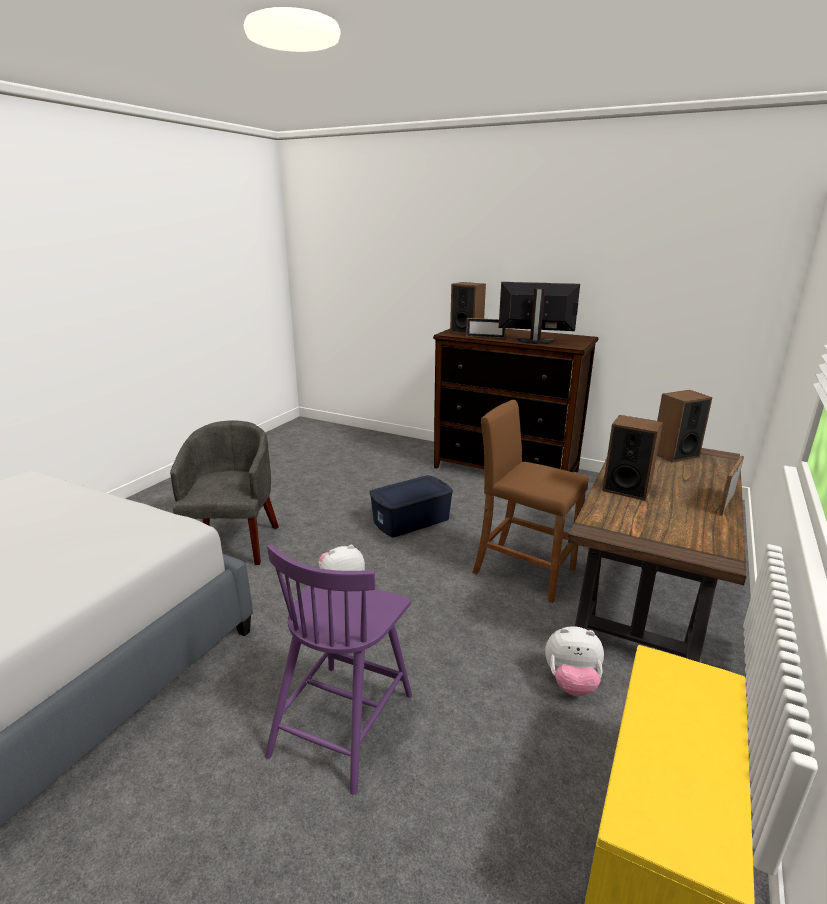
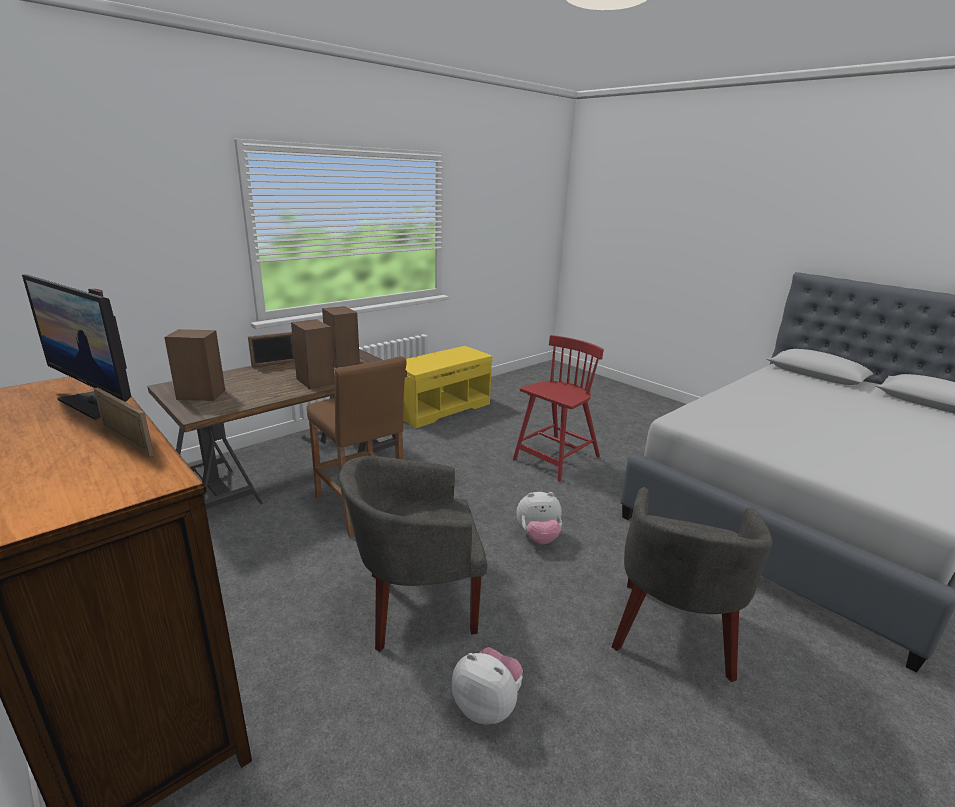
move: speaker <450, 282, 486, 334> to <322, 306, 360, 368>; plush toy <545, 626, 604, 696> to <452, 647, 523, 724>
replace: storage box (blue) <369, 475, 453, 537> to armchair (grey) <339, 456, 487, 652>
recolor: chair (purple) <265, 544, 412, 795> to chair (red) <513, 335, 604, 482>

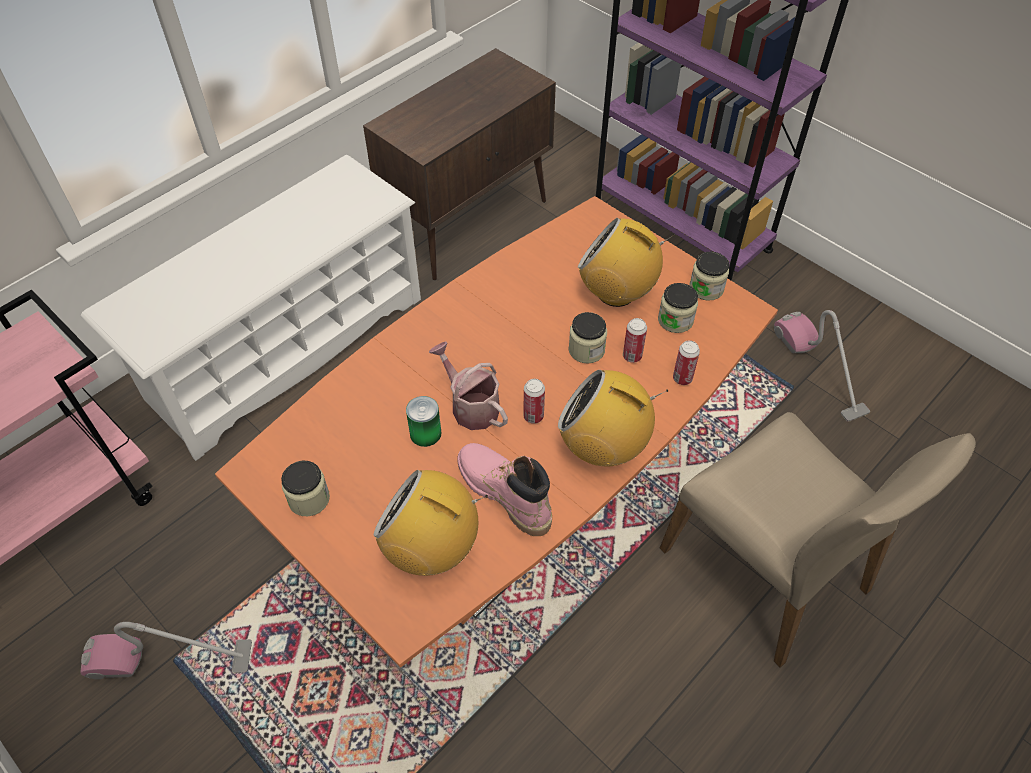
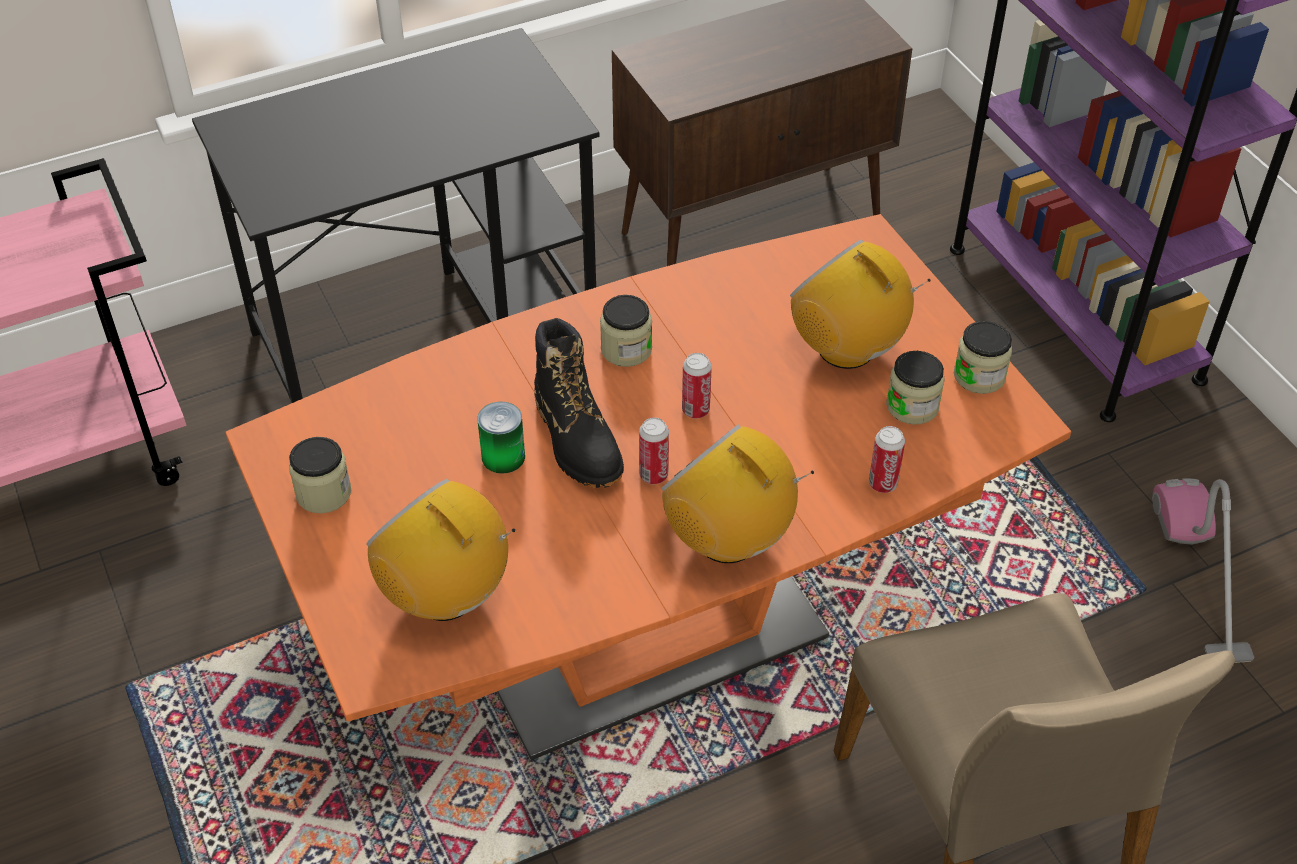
delete: vacuum cleaner <80, 622, 252, 679>; boot (pink) <457, 443, 552, 536>
move: jar <568, 312, 607, 364> to <600, 295, 652, 367>; can <623, 318, 647, 363> to <682, 353, 712, 418>
replace: shoe rack (white) <81, 155, 421, 461> to desk (black) <192, 28, 599, 403>; watering can <429, 342, 508, 430> to boot (black) <534, 318, 624, 488>

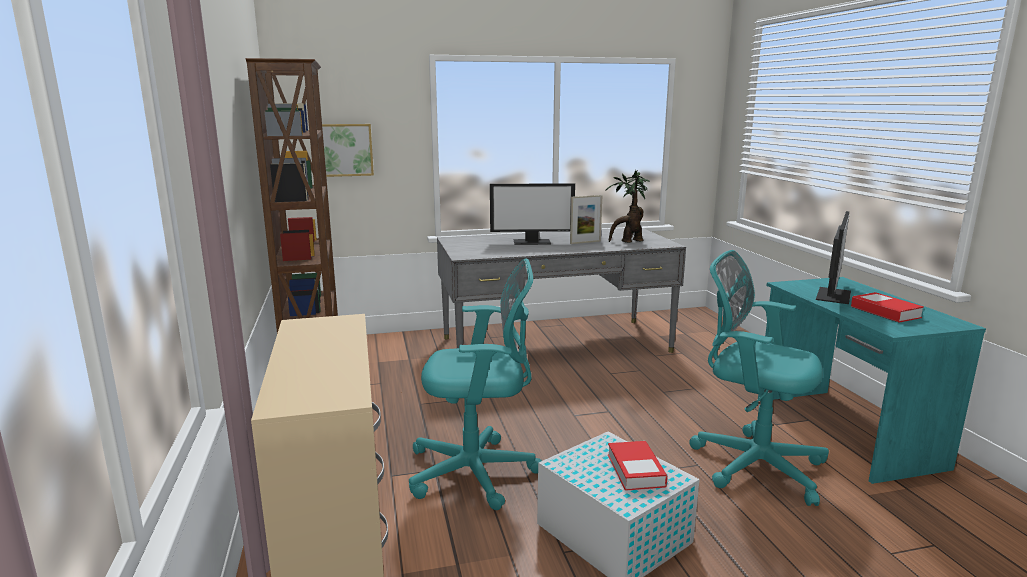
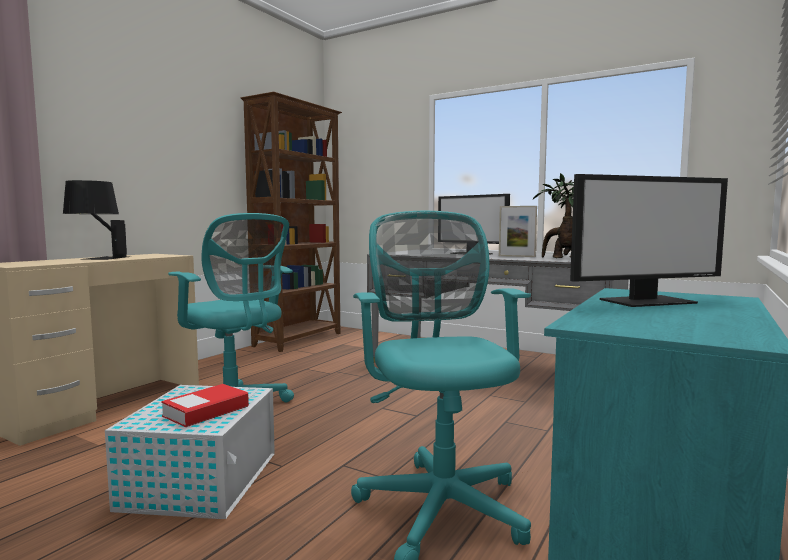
delete: picture <322, 124, 374, 177>; book <851, 292, 924, 323>
insert: table lamp (black) <63, 180, 131, 260>

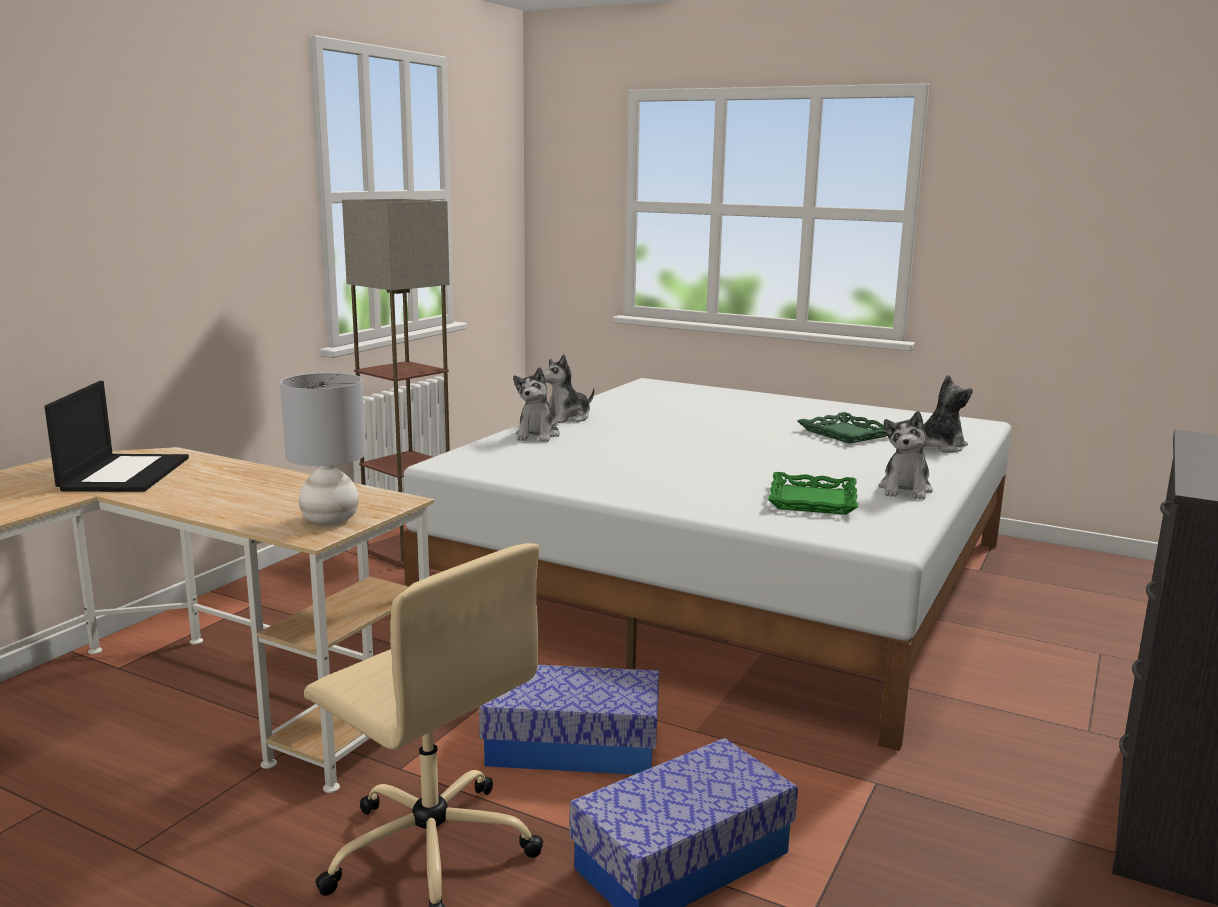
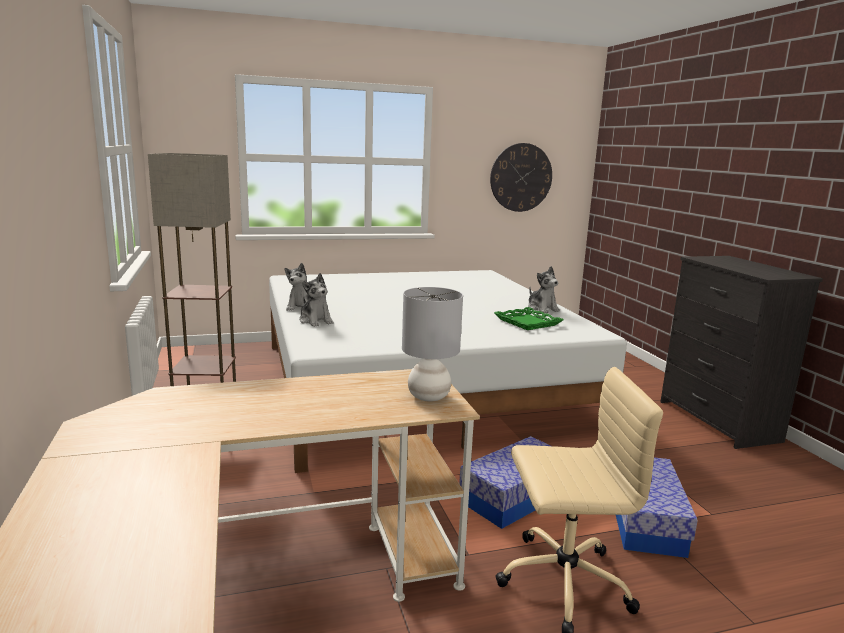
delete: laptop <44, 381, 189, 492>; tray (green) <797, 412, 887, 444>; plush toy <923, 375, 973, 452>
insert: wall clock <490, 143, 552, 212>

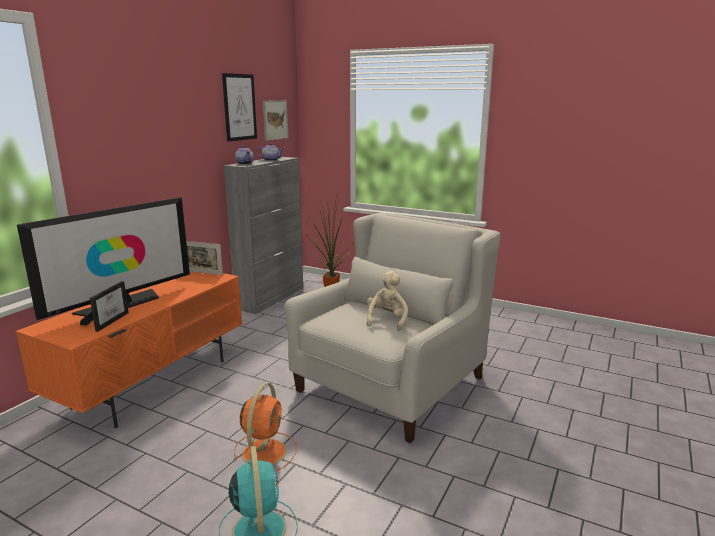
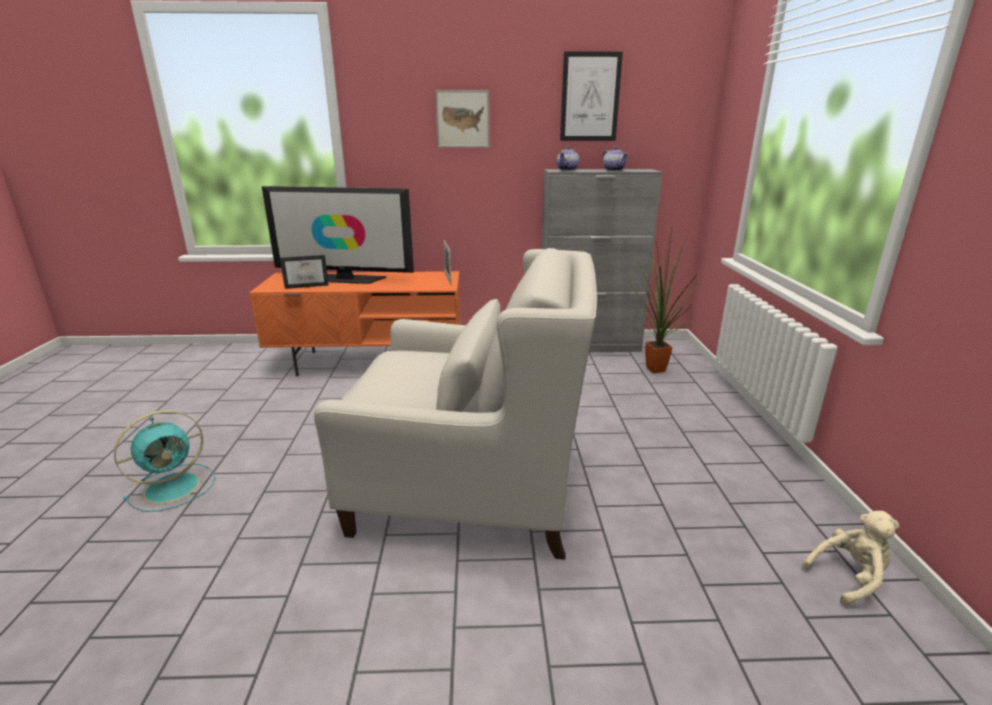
delete: fan (orange) <234, 383, 297, 471>
move: picture <263, 100, 288, 141> to <436, 90, 489, 147>; plush toy (beige) <367, 271, 408, 331> to <802, 511, 899, 606>

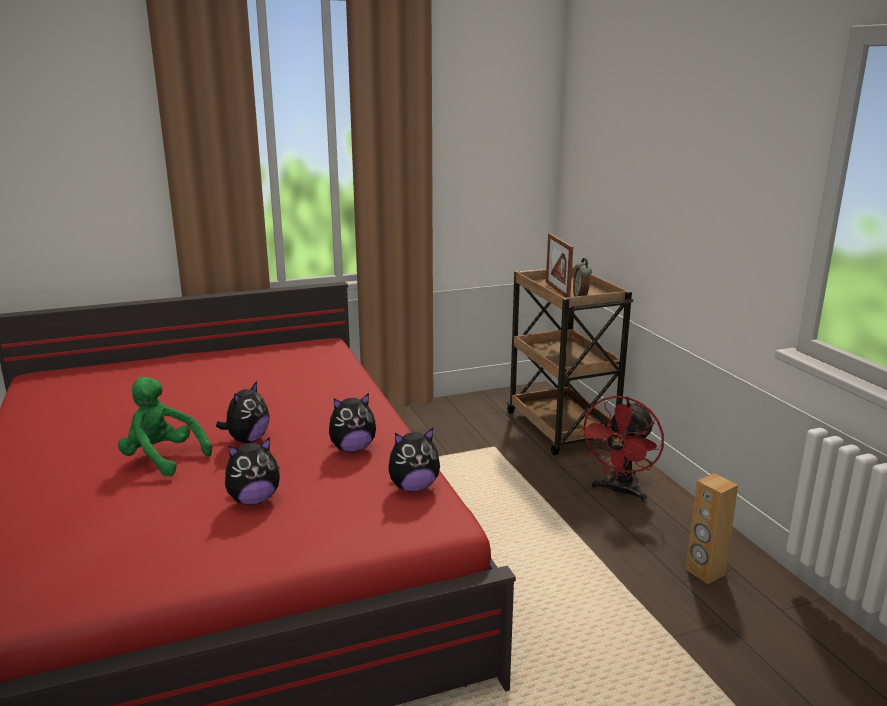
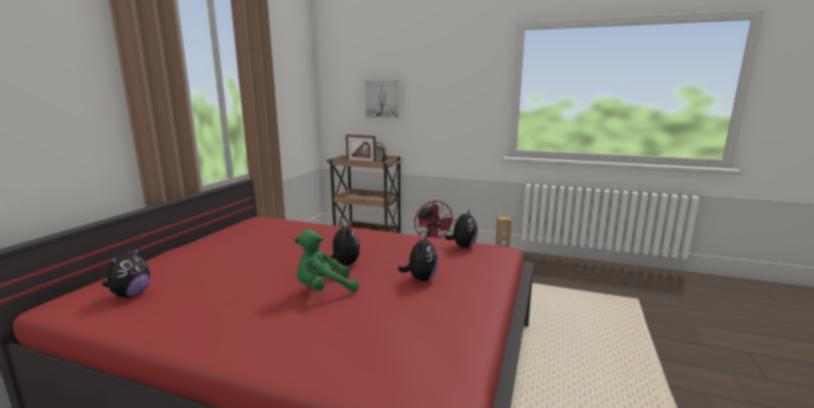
insert: picture <364, 80, 401, 119>
move: plush toy <329, 393, 376, 452> to <102, 246, 150, 298>

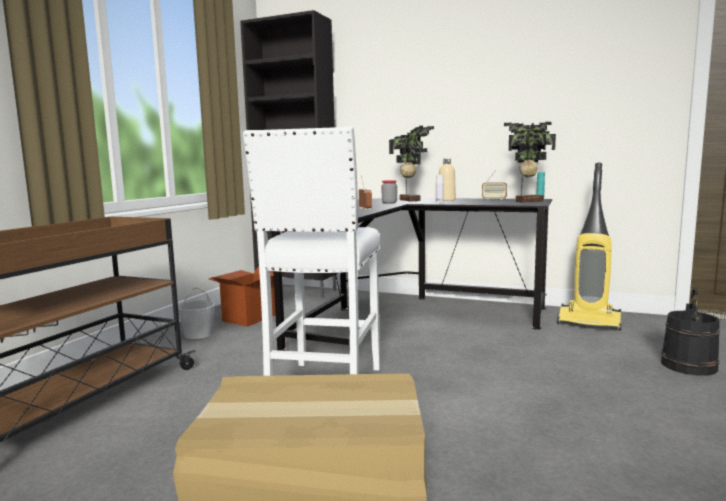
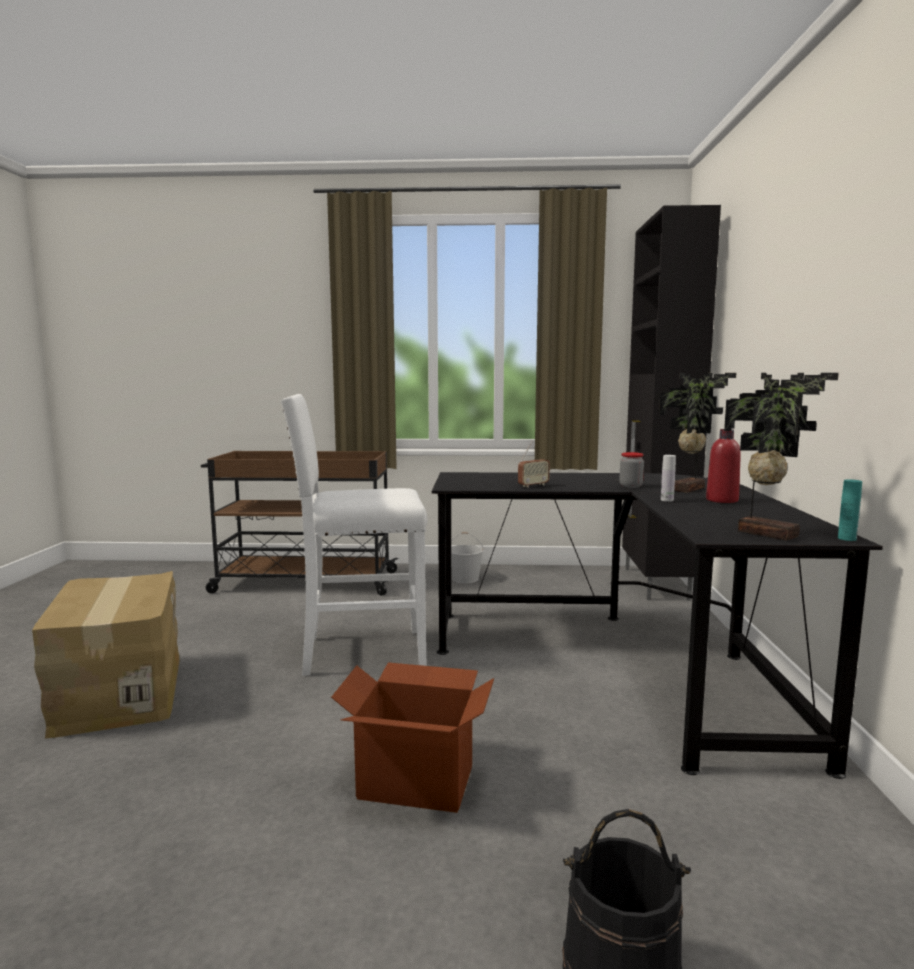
delete: radio <482, 170, 507, 200>; vacuum cleaner <557, 163, 622, 330>
move: cardboard box <208, 266, 286, 327> to <331, 662, 494, 813>
recolor: bottle (beige) <439, 159, 456, 201> to bottle (red) <706, 429, 741, 503>

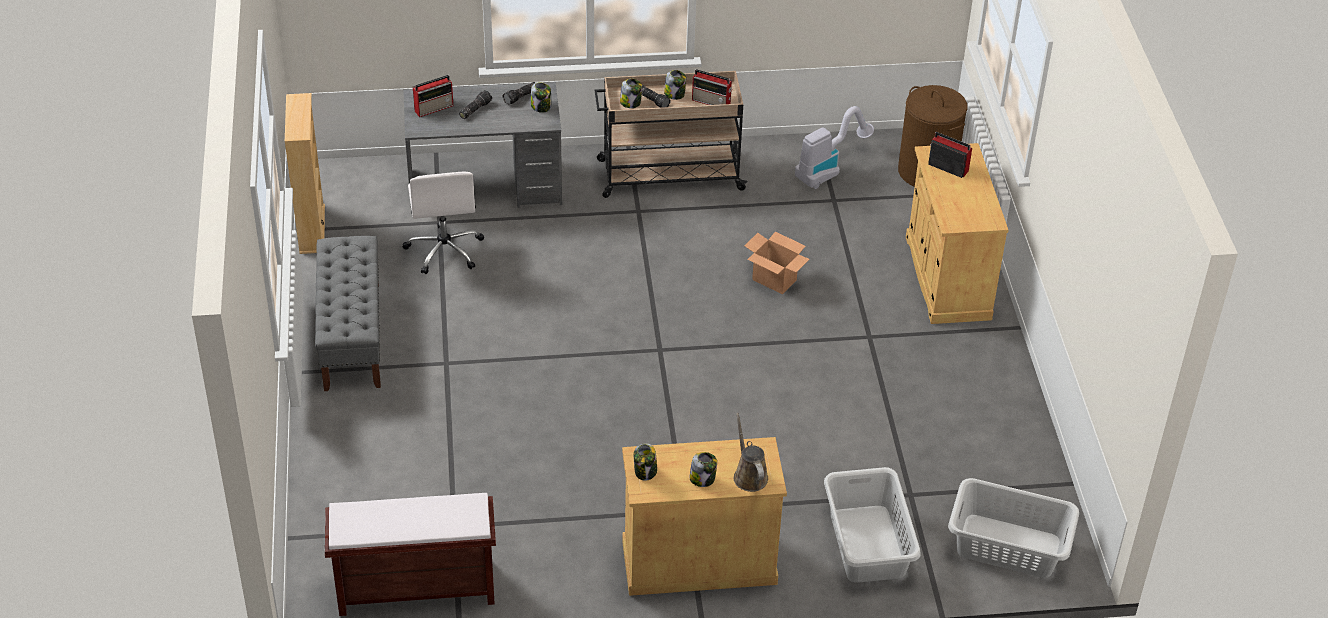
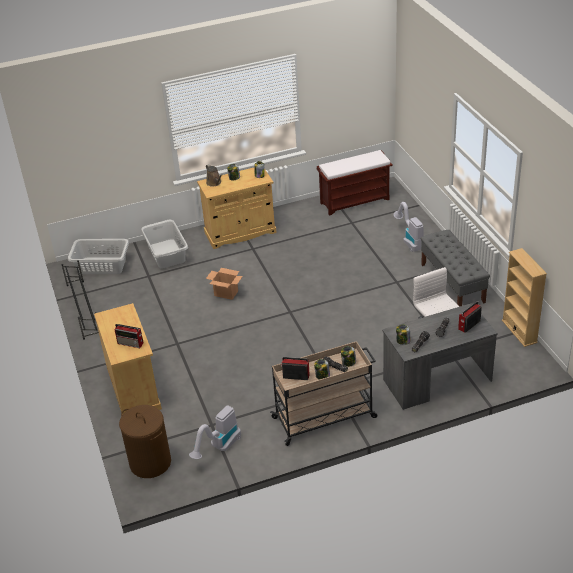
insert: shoe rack (black) <62, 260, 99, 340>; vacuum cleaner <394, 202, 424, 252>
move: cardboard box <744, 232, 809, 294> to <206, 268, 243, 300>

